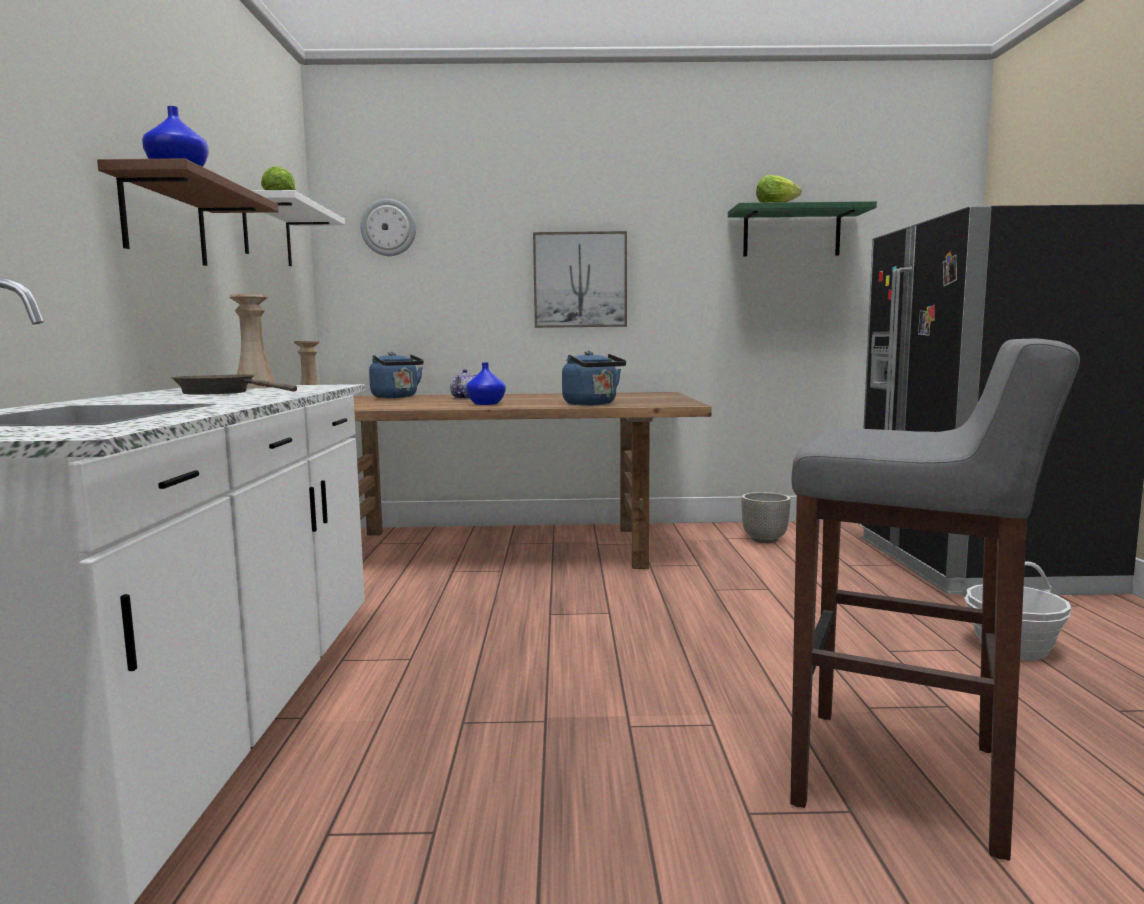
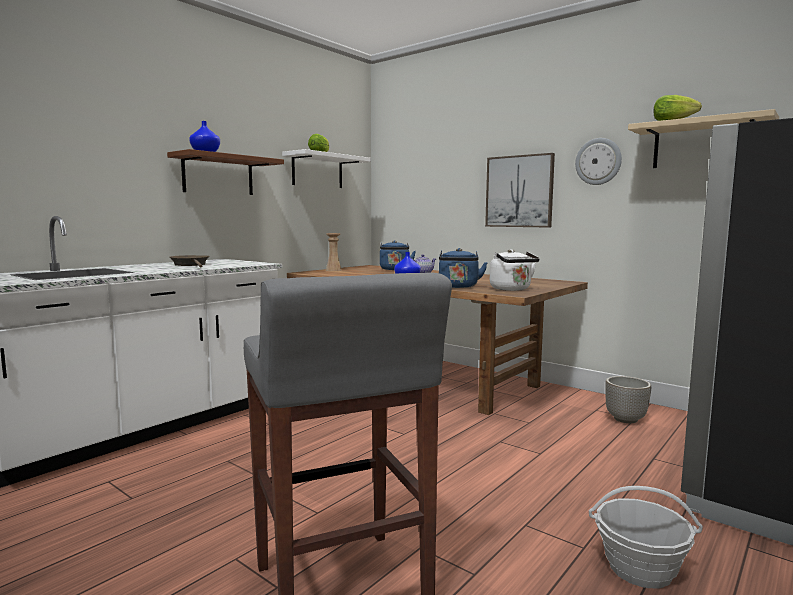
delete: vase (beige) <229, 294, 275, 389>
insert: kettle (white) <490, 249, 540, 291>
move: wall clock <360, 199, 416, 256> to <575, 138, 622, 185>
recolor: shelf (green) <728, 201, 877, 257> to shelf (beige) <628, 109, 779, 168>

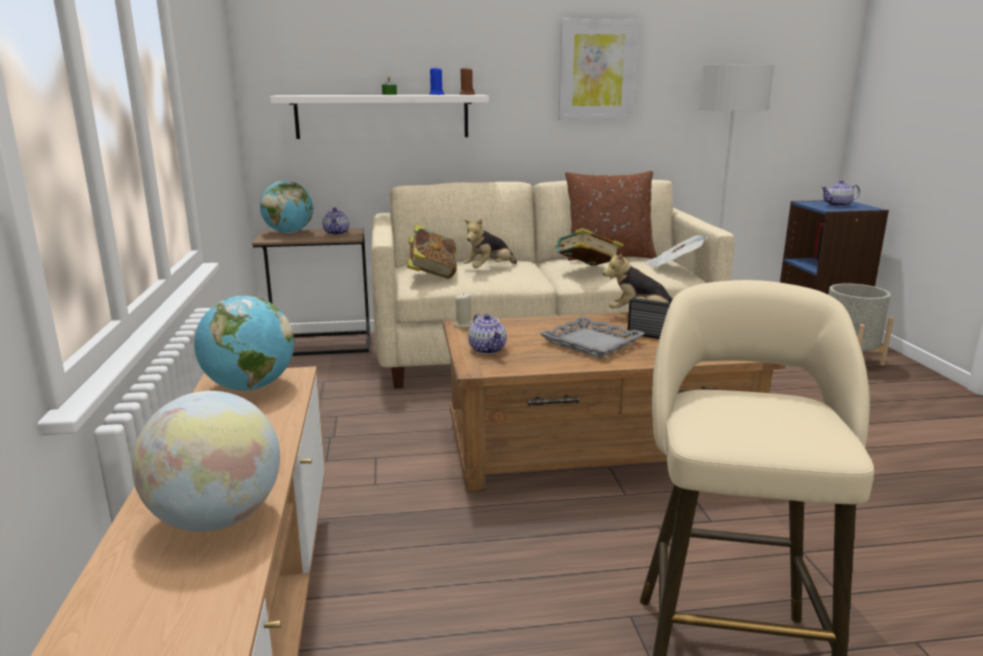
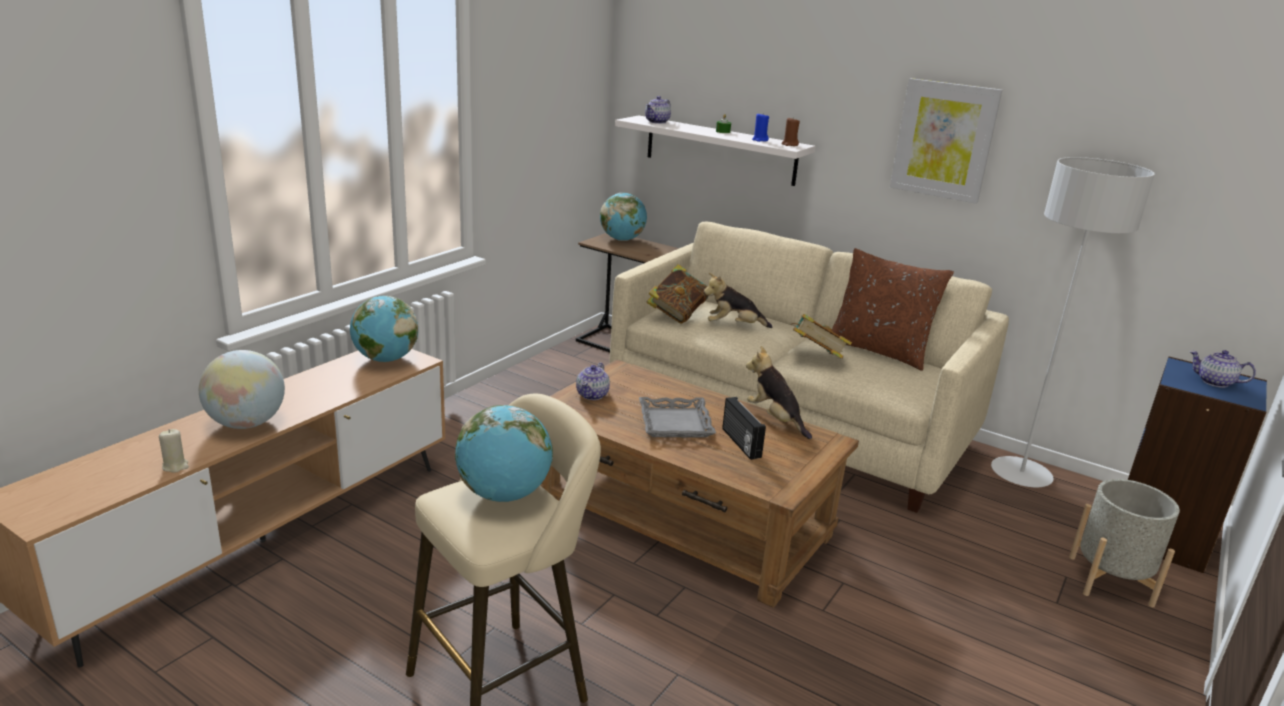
delete: newspaper <645, 235, 708, 268>
insert: globe <455, 405, 553, 502>
move: candle (beige) <454, 292, 473, 328> to <159, 429, 189, 473>; teapot <322, 208, 349, 235> to <645, 96, 671, 124>

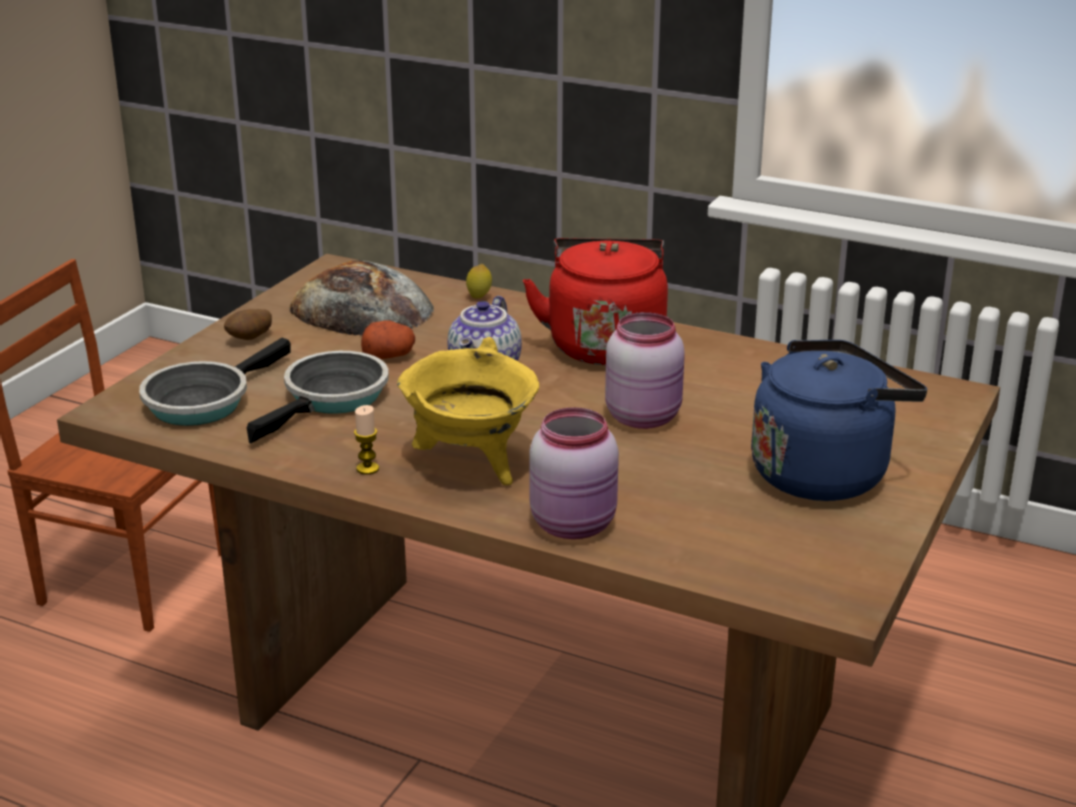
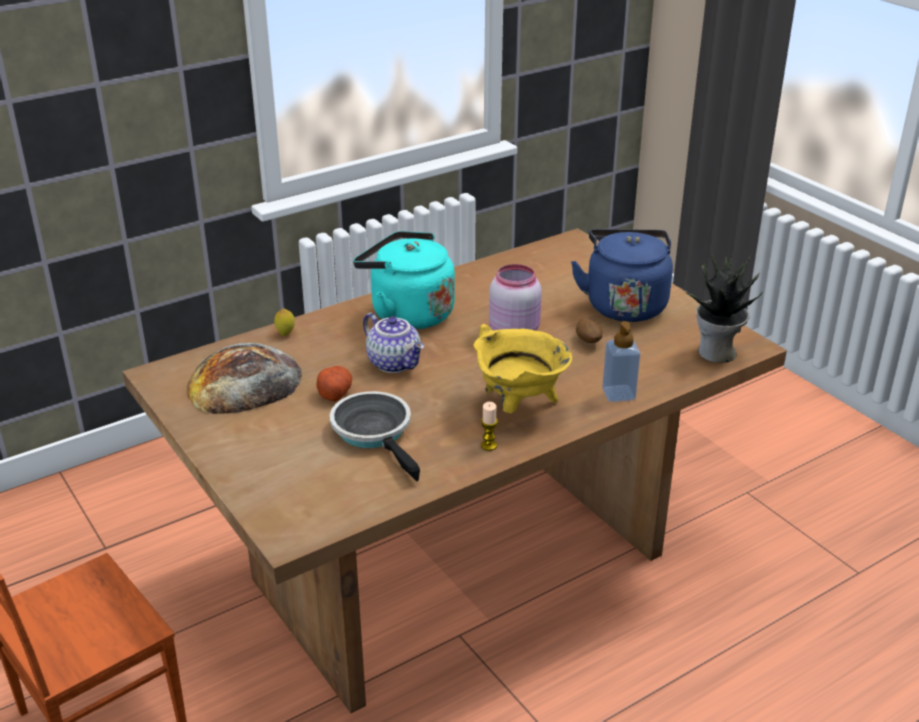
delete: frying pan <139, 338, 291, 426>
insert: potted plant <683, 254, 763, 363>
move: potato <224, 309, 272, 340> to <576, 317, 603, 343>
replace: jar (pink) <529, 407, 619, 539> to soap dispenser <602, 321, 640, 402>
recolor: kettle (red) <523, 238, 668, 365> to kettle (turquoise) <353, 231, 455, 329>

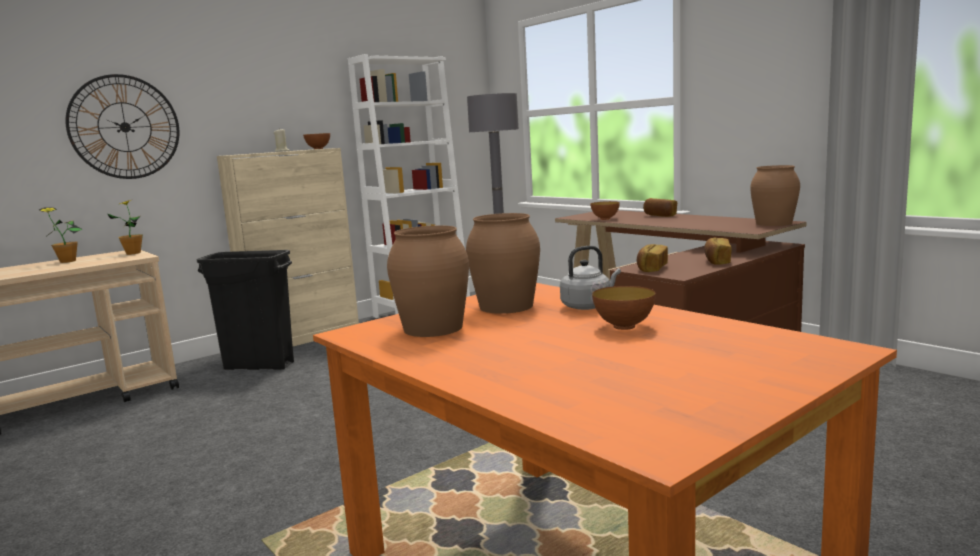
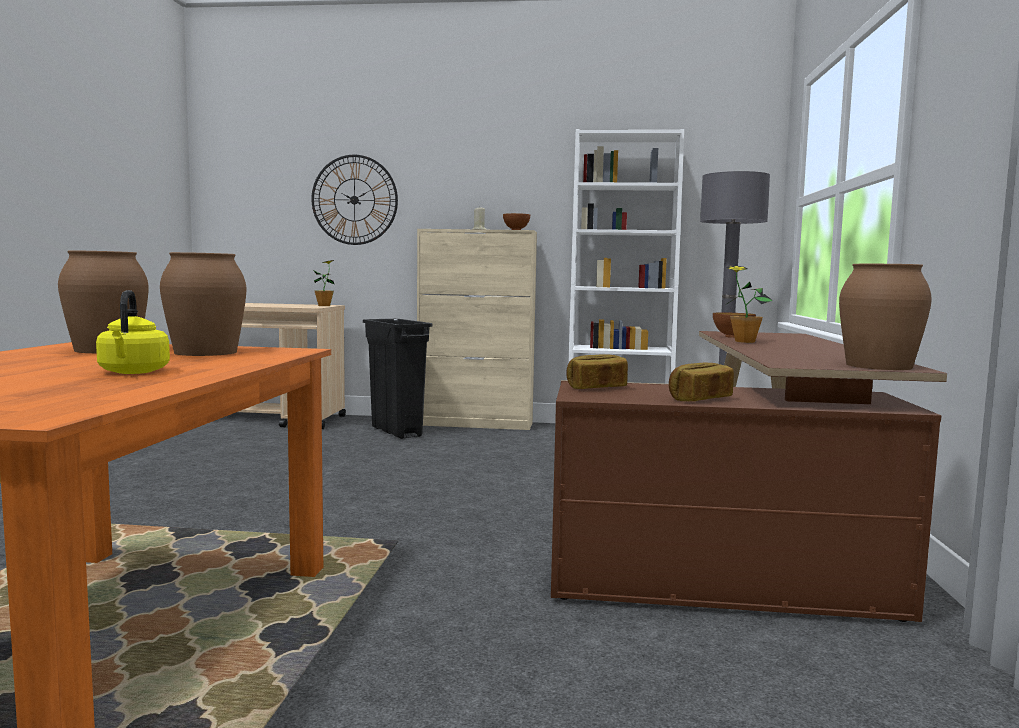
delete: kettle (grey) <560, 246, 621, 310>; bread <643, 198, 677, 217>
move: potted plant <39, 207, 82, 263> to <726, 266, 773, 343>
replace: bowl <592, 286, 656, 330> to kettle (yellow) <96, 290, 170, 374>

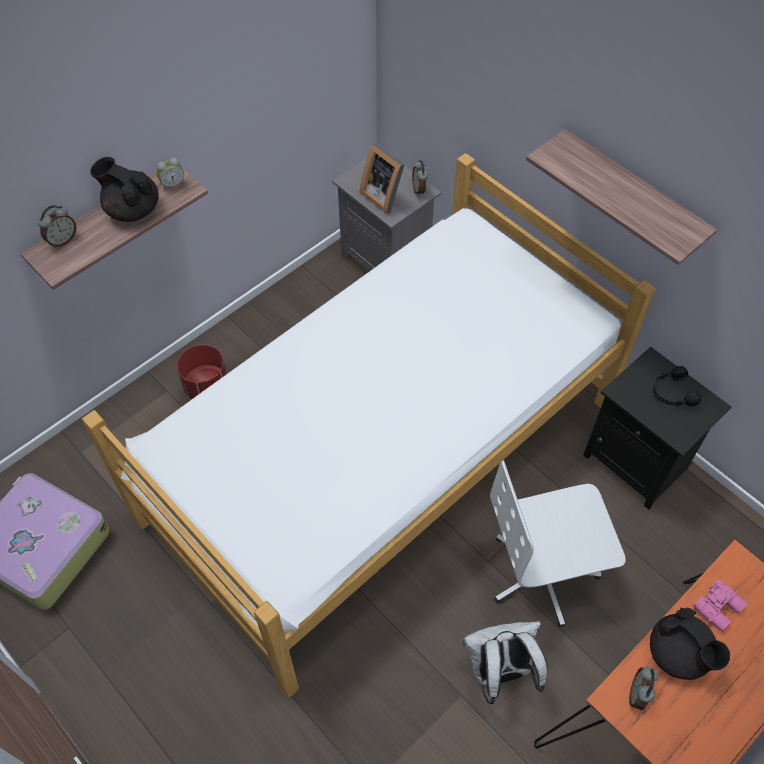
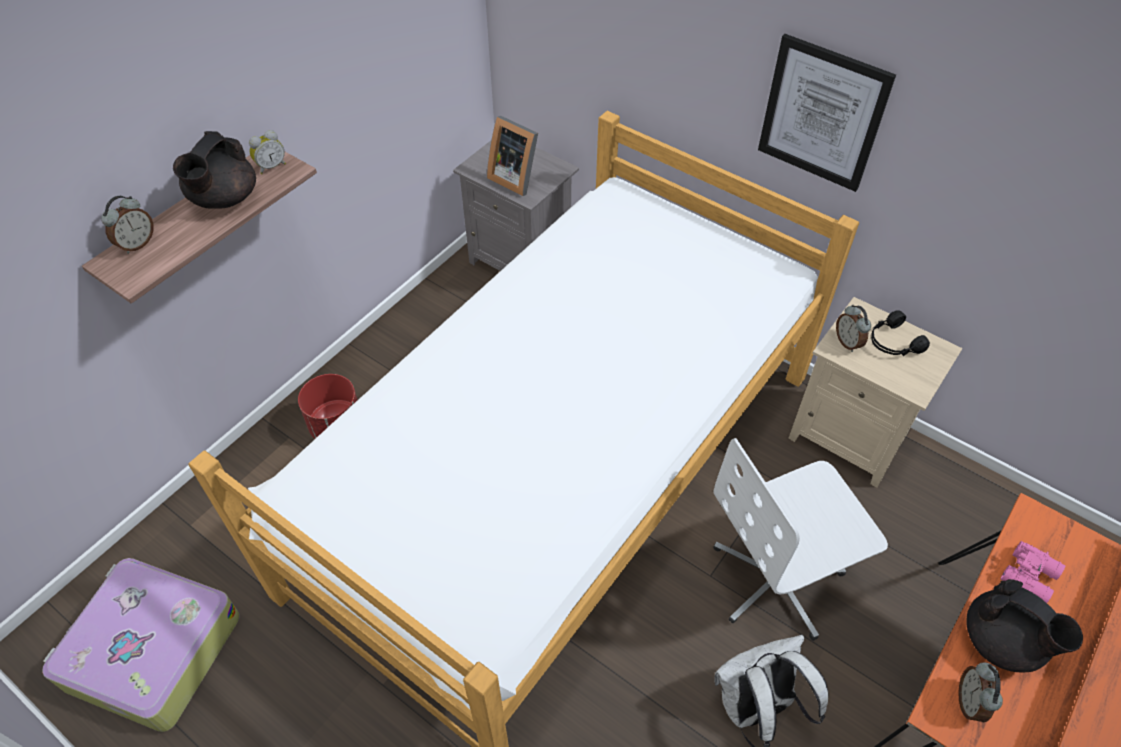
move: alarm clock <412, 160, 428, 196> to <836, 305, 871, 352>
replace: shelf <526, 129, 717, 265> to picture <758, 34, 896, 192>
recolor: nightstand (black) <584, 347, 731, 510> to nightstand (beige) <788, 297, 963, 488>
rotate: teapot (black) <90, 157, 159, 222> = <173, 131, 256, 209> 90 degrees counterclockwise

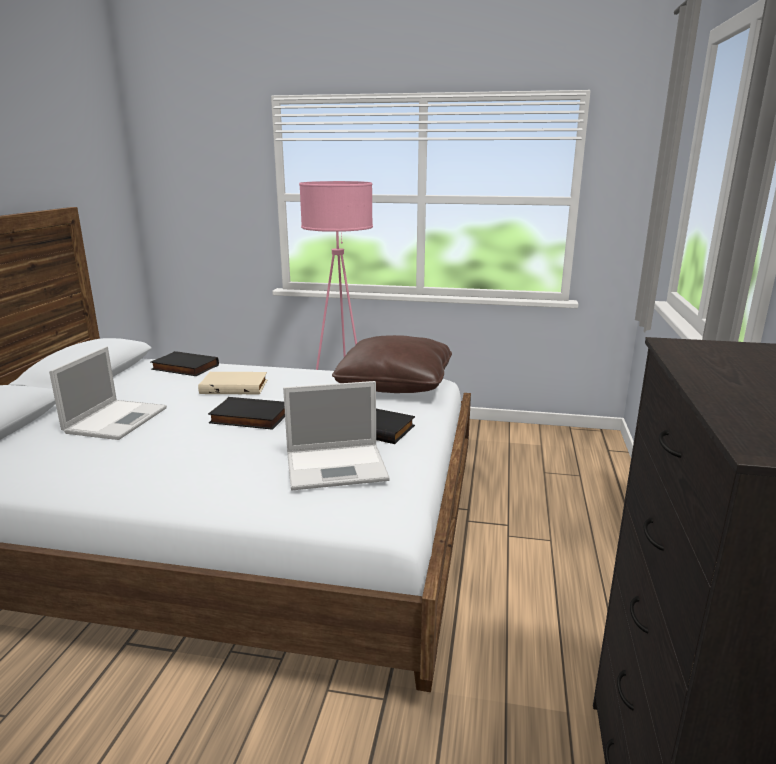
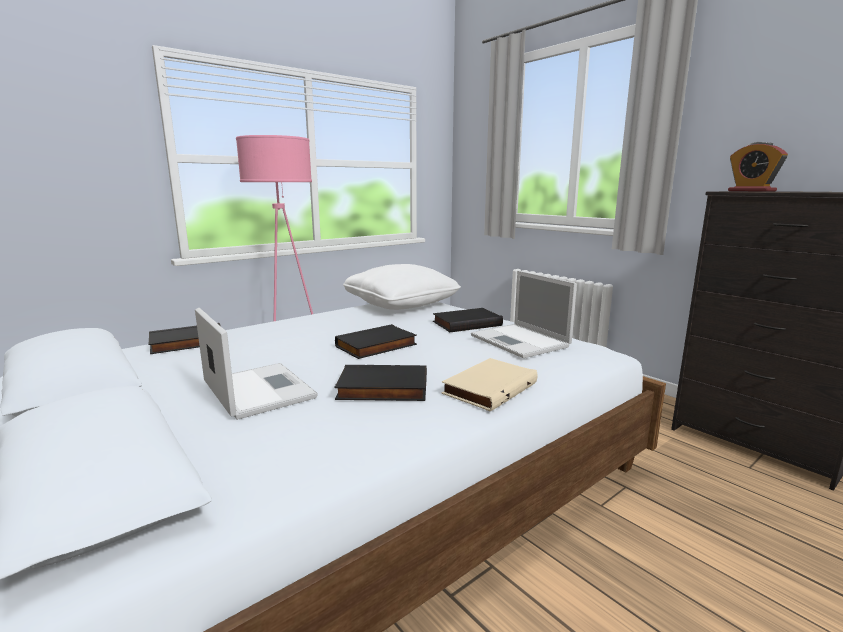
insert: book (black) <334, 365, 427, 401>; alarm clock <728, 142, 788, 192>
move: book (beige) <198, 372, 268, 394> to <441, 358, 538, 412>
recolor: pillow (brown) <332, 335, 452, 393> to pillow (white) <343, 264, 461, 310>
rotate: laptop <283, 381, 390, 490> = <471, 271, 577, 358> 120 degrees clockwise

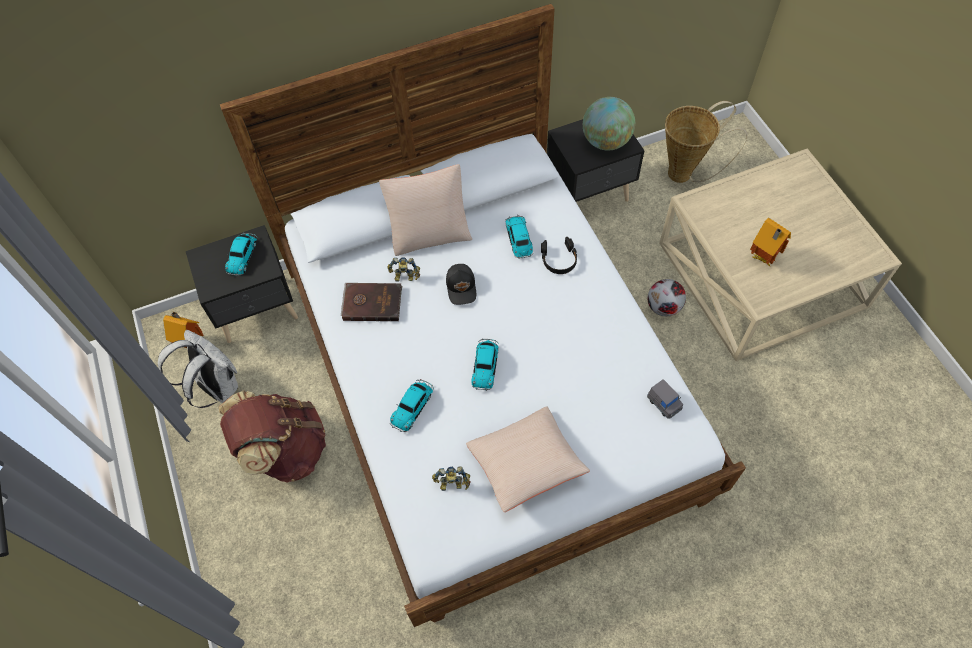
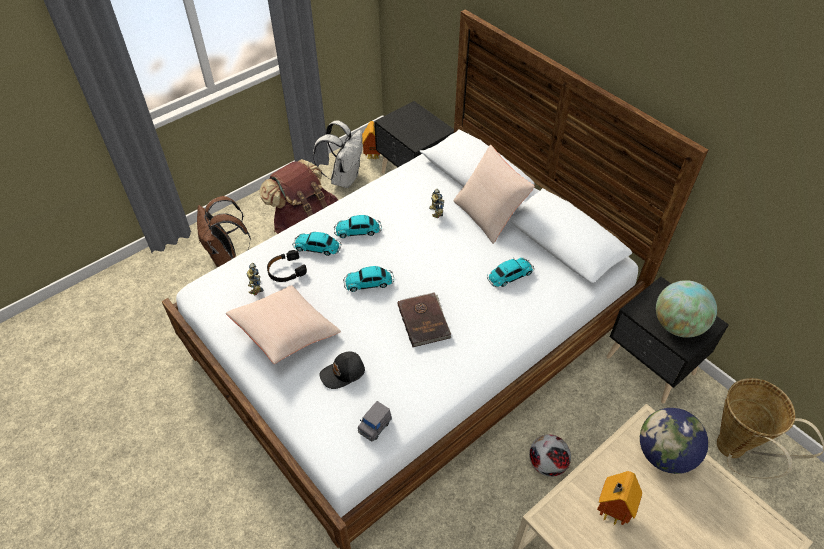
insert: backpack (brown) <197, 196, 251, 267>; globe <640, 408, 708, 474>
move: headphones (black) <541, 237, 577, 274> to <267, 250, 307, 282>; cap (black) <446, 264, 476, 305> to <319, 351, 365, 389>; toy car <225, 233, 257, 276> to <334, 215, 382, 238>; book (brown) <341, 283, 402, 321> to <397, 292, 451, 347>

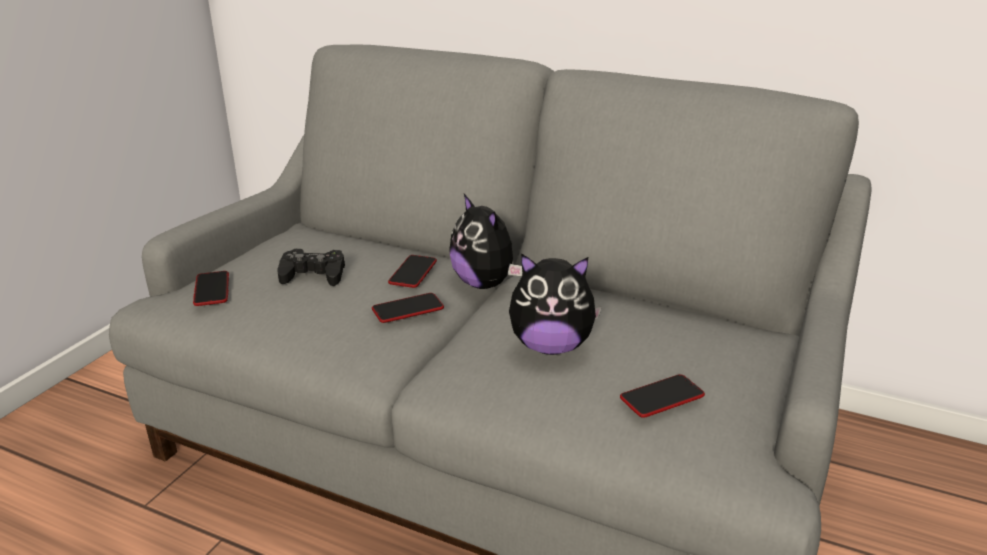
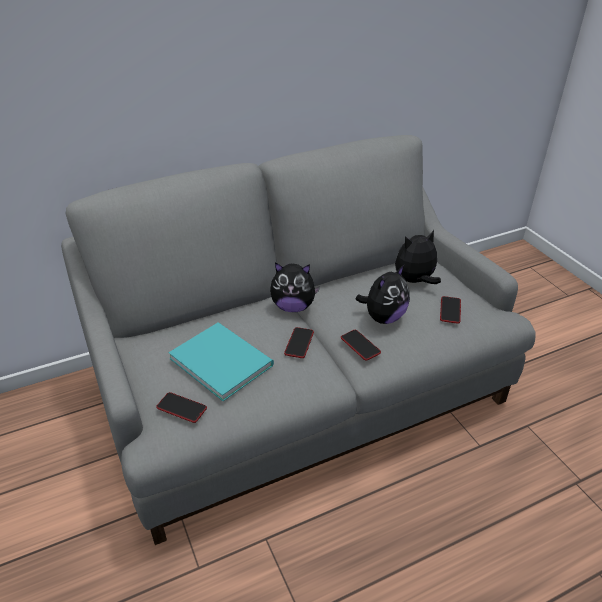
insert: plush toy <395, 230, 441, 284>
move: phone <388, 255, 437, 288> to <341, 330, 381, 361>
replace: game controller (black) <277, 249, 345, 286> to book (turquoise) <168, 322, 274, 401>

